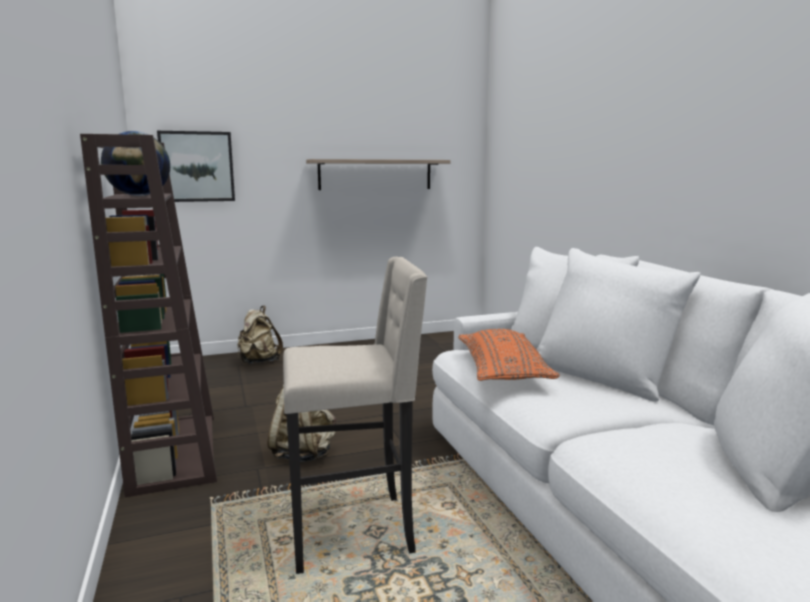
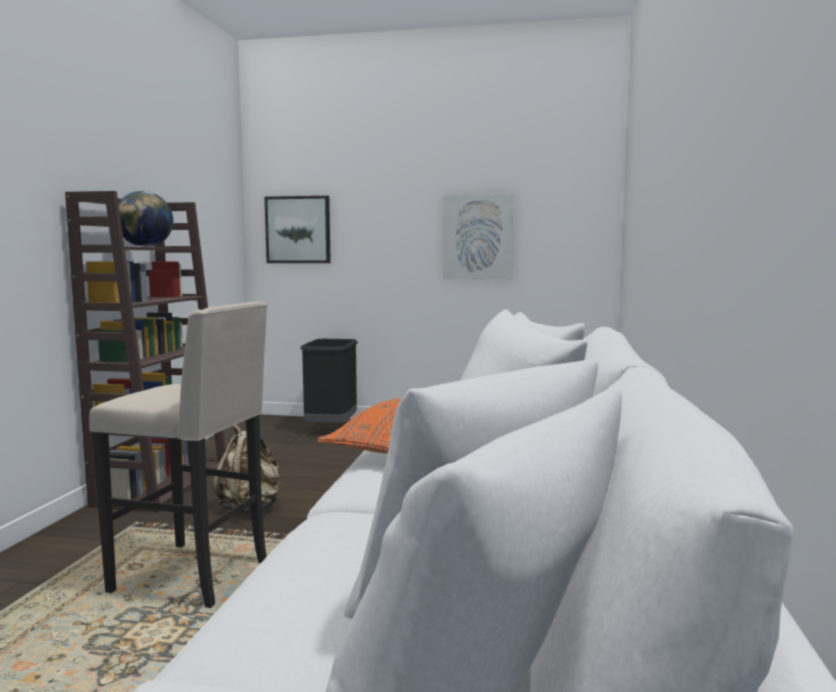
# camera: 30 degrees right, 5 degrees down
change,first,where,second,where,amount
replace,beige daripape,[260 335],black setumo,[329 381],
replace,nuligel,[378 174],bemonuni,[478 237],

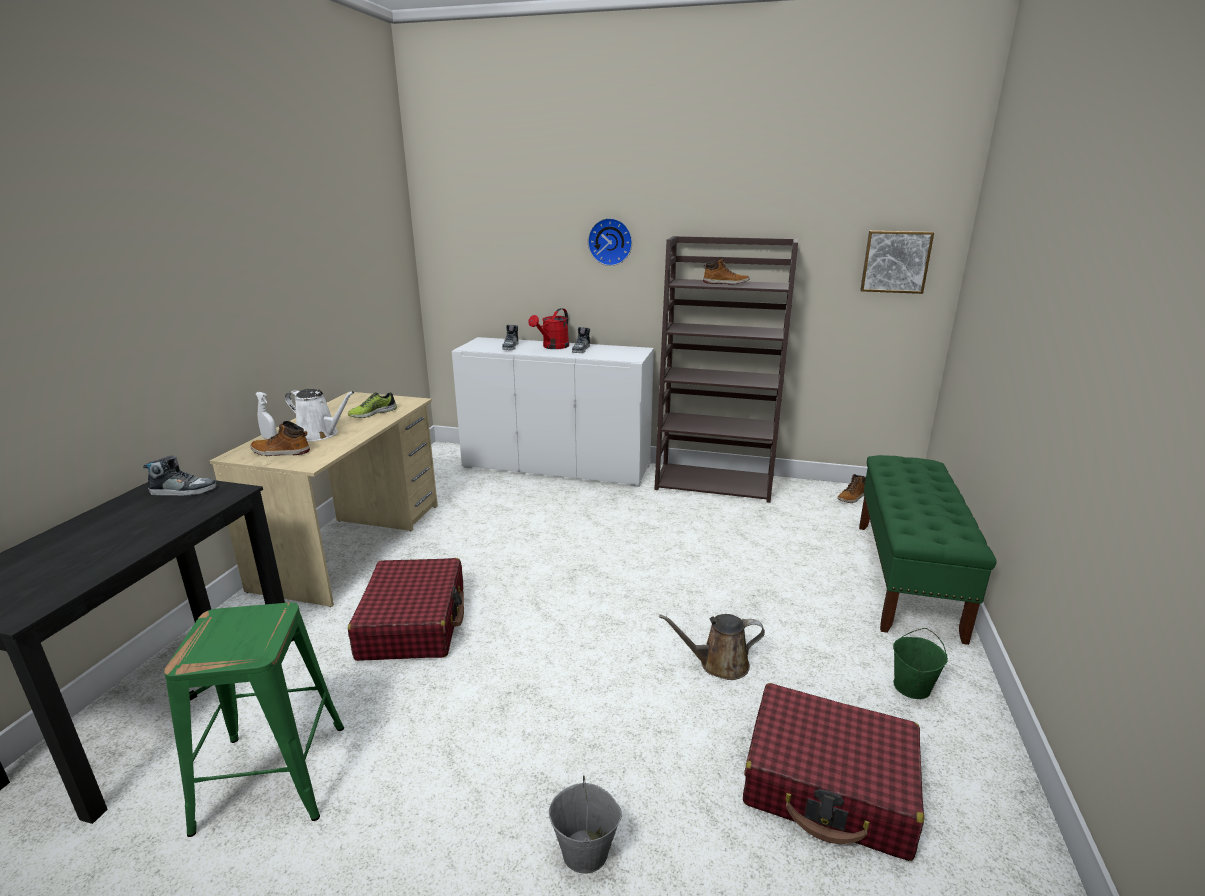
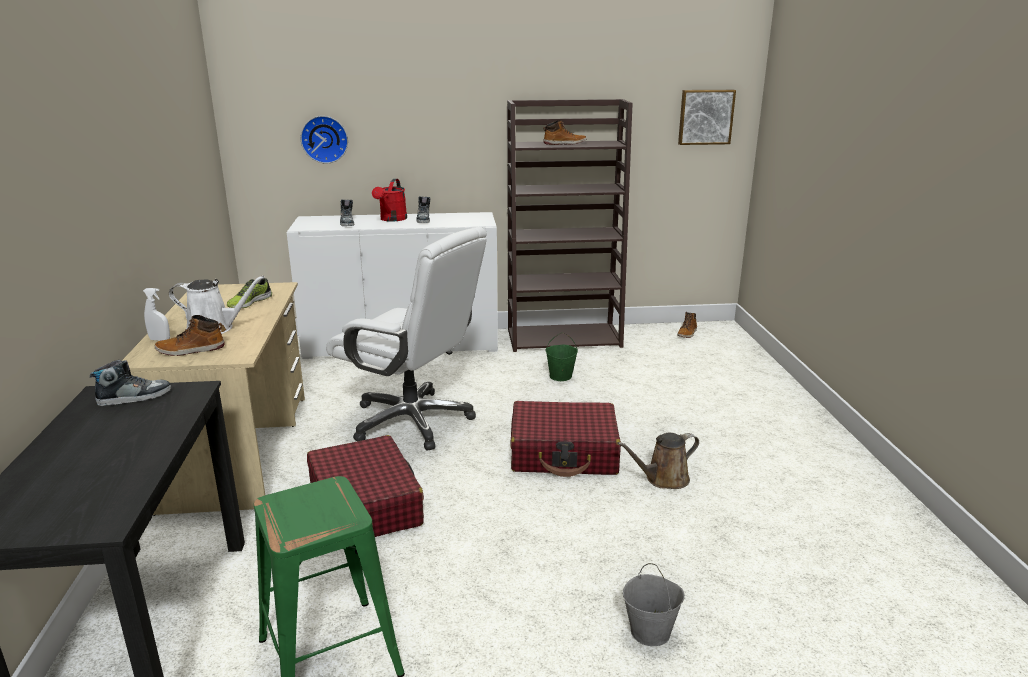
# camera: 20 degrees left, 0 degrees up
change,first,where,second,where,amount
move,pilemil,[610 242],,[324 140],
move,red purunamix,[833 772],,[565 439],
delete,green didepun,[928 550],,,
move,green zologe,[920 663],,[561 357],
insert,,,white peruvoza,[406 338],

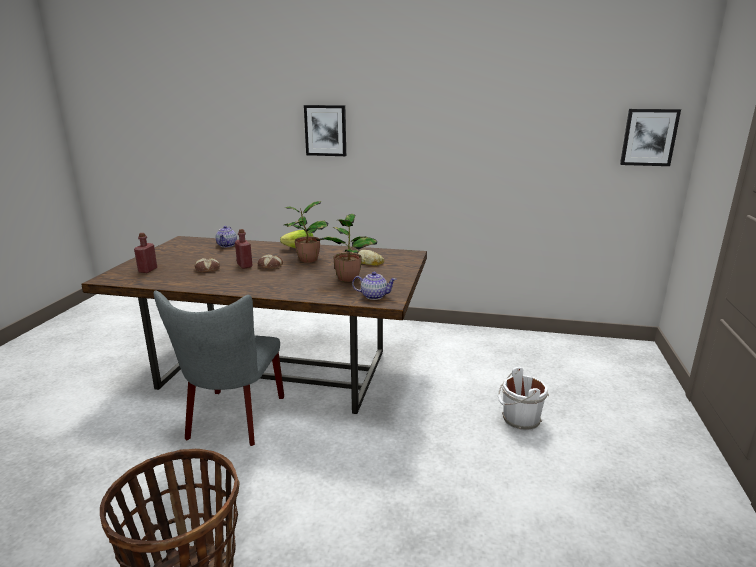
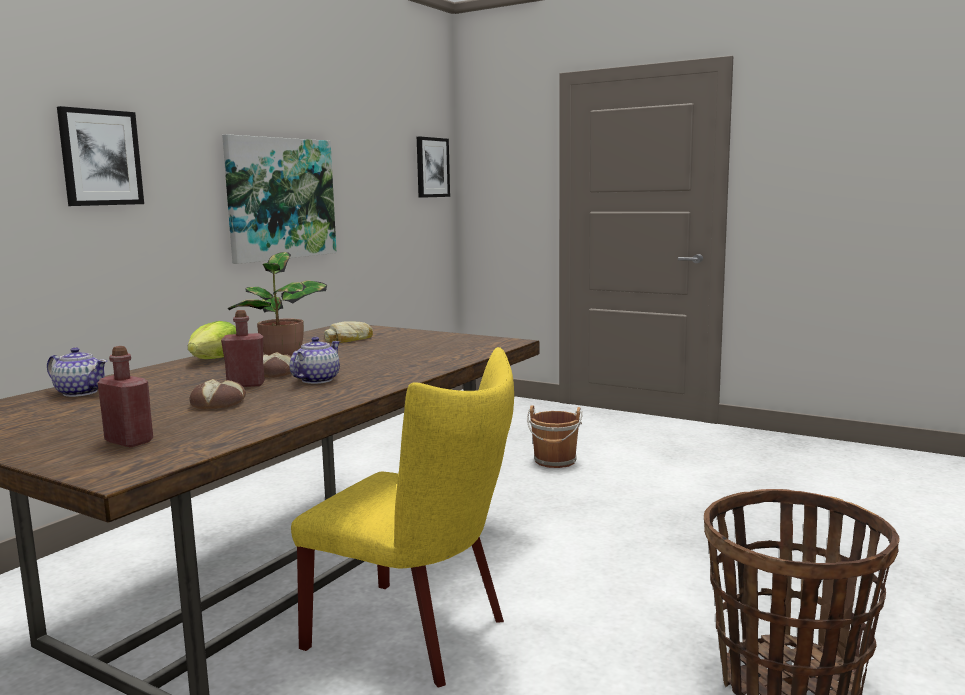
# camera: 70 degrees left, 10 degrees down
change,first,where,second,where,amount
recolor,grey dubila,[219 368],yellow dubila,[402 517],
delete,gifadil,[346 248],,,
move,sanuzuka,[374 286],,[315 360],
recolor,white zologe,[523 399],brown zologe,[554 436],
insert,,,bemonuni,[279 199],

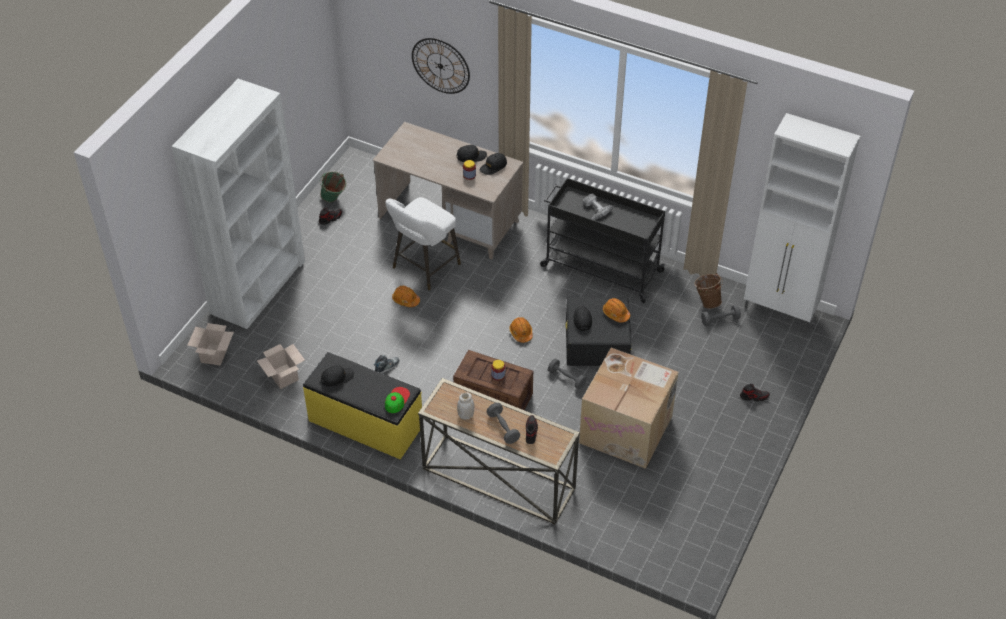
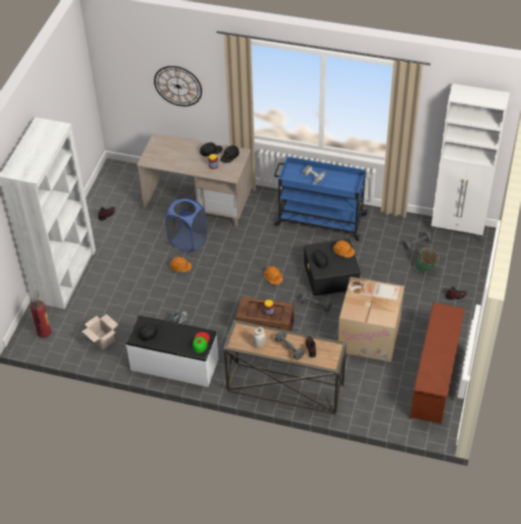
# camera: 10 degrees left, 0 degrees up
change,first,where,second,where,amount
replace,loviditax,[211 344],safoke,[41 314],
recolor,yellow didepun,[362 406],white didepun,[172 351],
move,green zologe,[333 186],,[426 260],
replace,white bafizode,[423 244],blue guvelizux,[186 225],
recolor,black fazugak,[603 240],blue fazugak,[321 198],
delete,brown zologe,[708 291],,,
insert,,,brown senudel,[437 363],

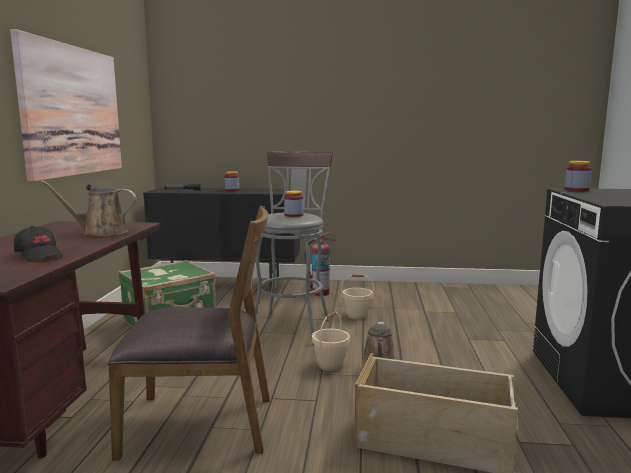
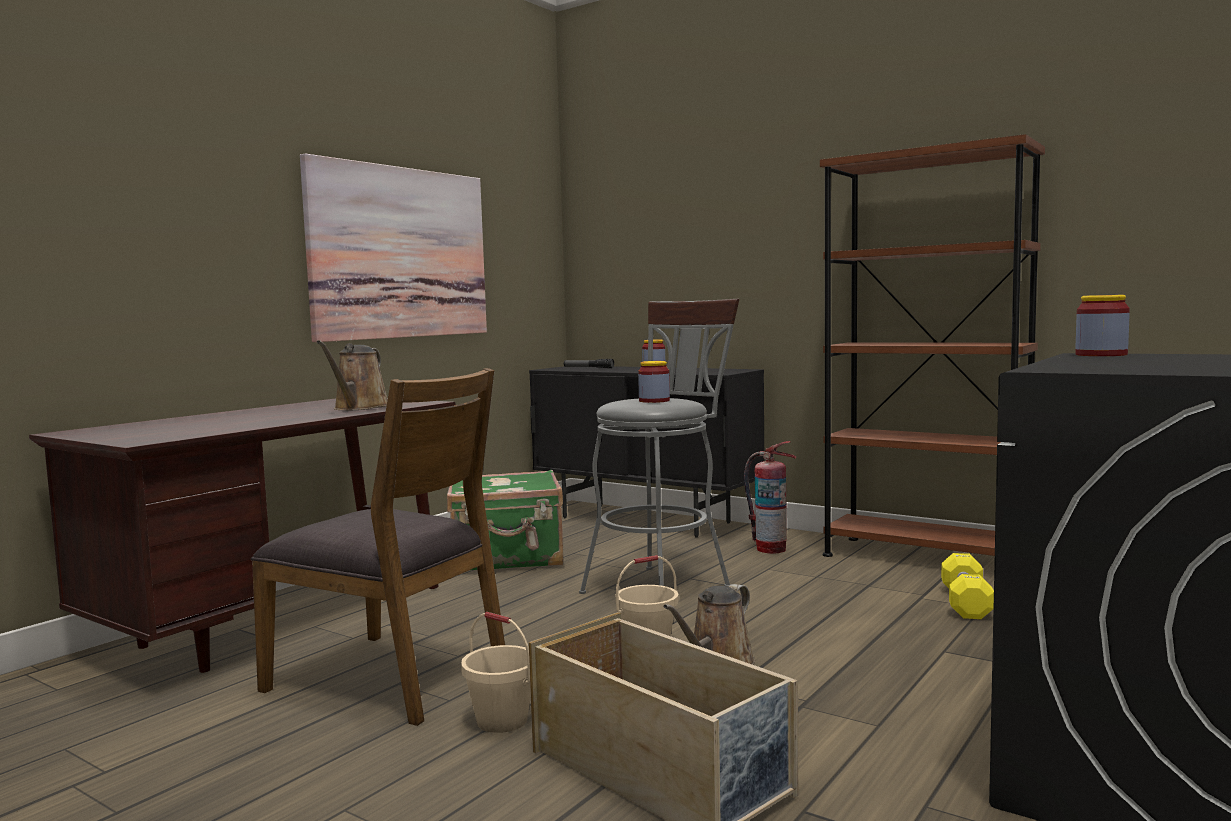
# camera: 30 degrees right, 5 degrees down
change,first,where,second,where,amount
delete,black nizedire,[38 244],,,
rotate,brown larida,[88 208],,[352 375],105 degrees counterclockwise
move,beige zologe,[357 297],,[496 672],
insert,,,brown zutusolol,[932 345],
insert,,,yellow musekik,[967 586],

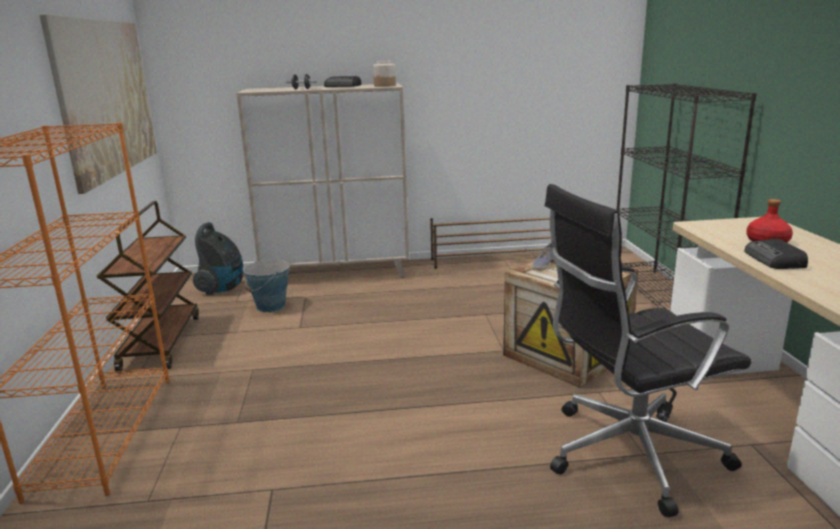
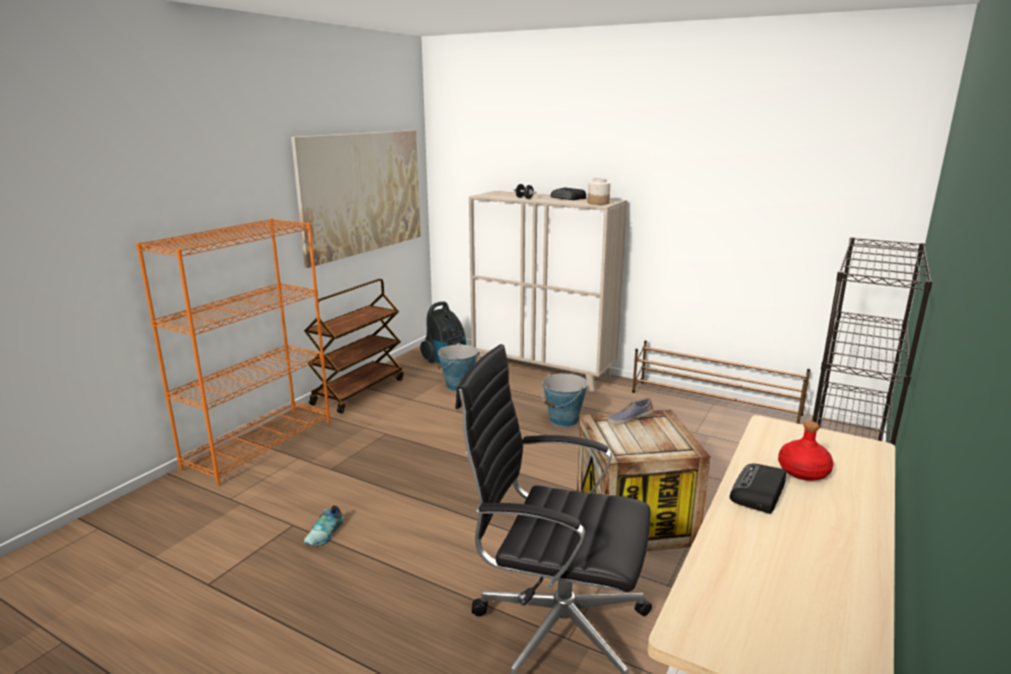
# camera: 35 degrees right, 0 degrees up
change,first,where,second,where,amount
insert,,,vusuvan,[324 525],
insert,,,zologe,[565 400],

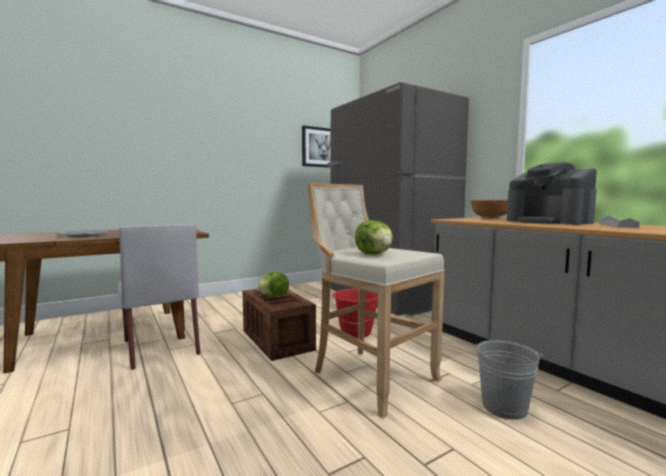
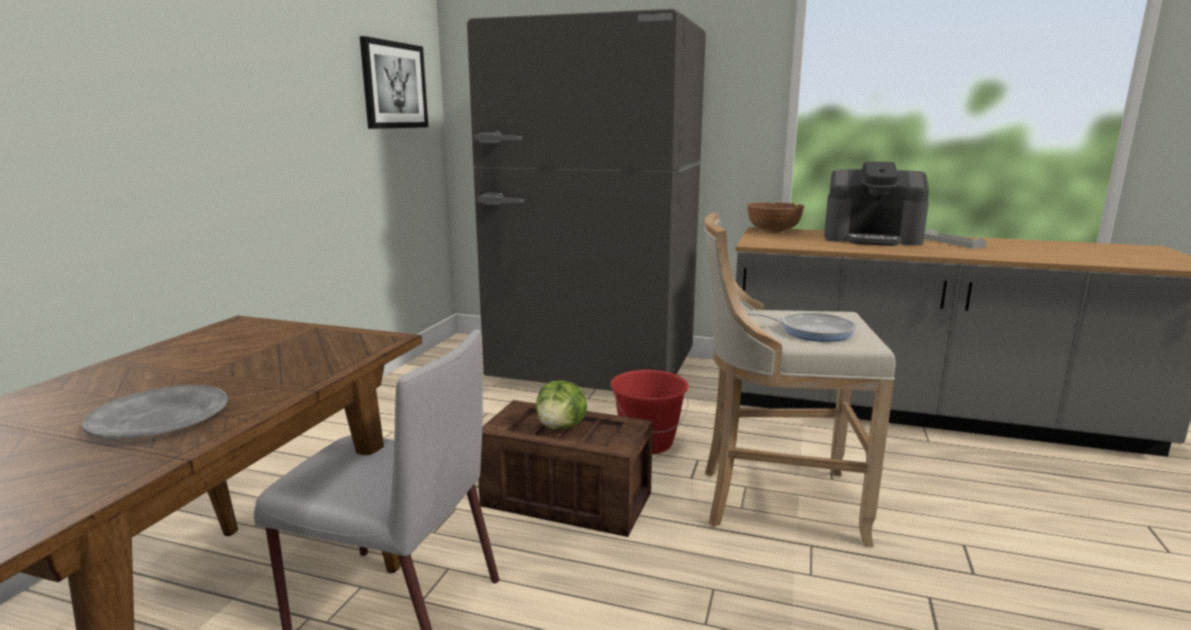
# camera: 40 degrees left, 10 degrees up
change,first,where,second,where,amount
replace,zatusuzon,[374 237],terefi,[801 327],
delete,grey zologe,[508 380],,,

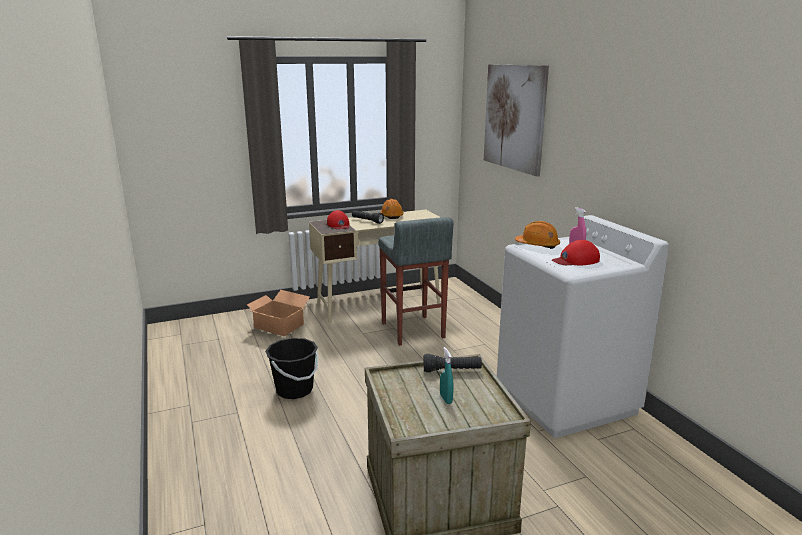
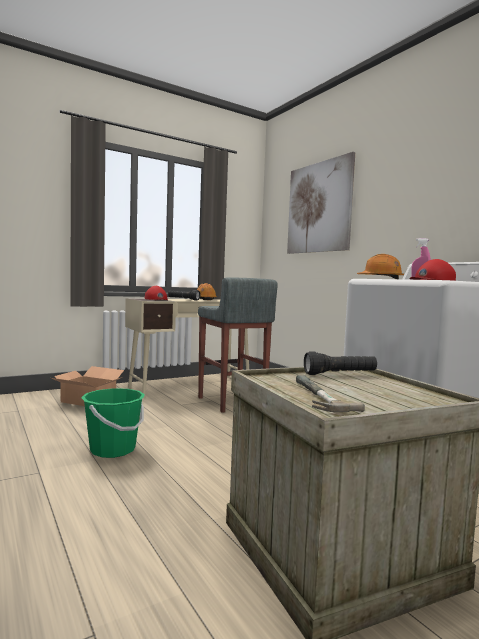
# camera: 10 degrees left, 15 degrees down
change,first,where,second,where,amount
recolor,black zologe,[291 368],green zologe,[113 423],
delete,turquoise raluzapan,[446 375],,,
insert,,,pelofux,[330 393],

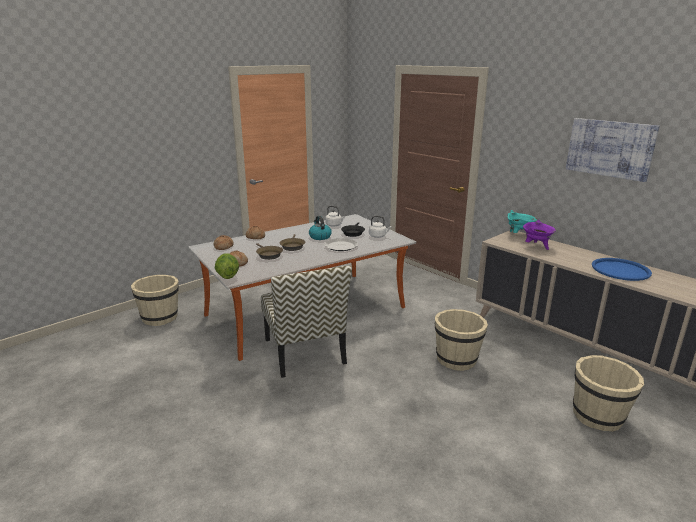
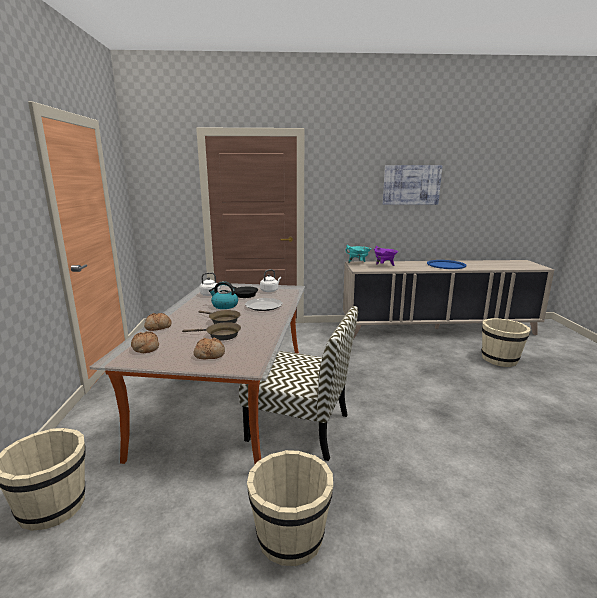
# camera: 50 degrees left, 5 degrees down
change,first,where,second,where,amount
delete,zatusuzon,[227 266],,,
move,beige zologe,[461 340],,[290 508],

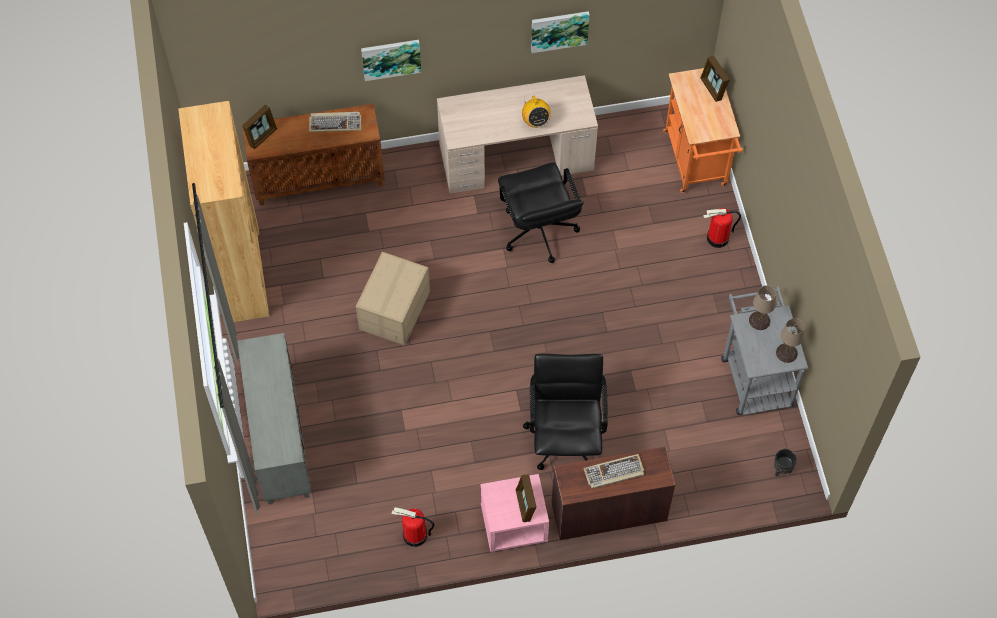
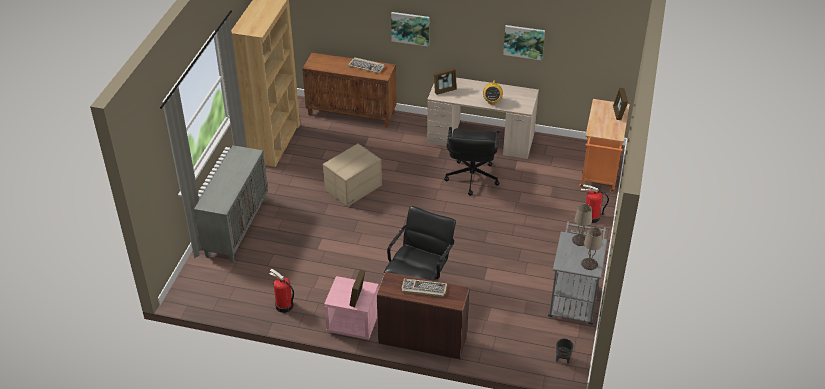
# camera: 25 degrees right, 20 degrees down
change,first,where,second,where,amount
move,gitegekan,[259 127],,[445 81],

